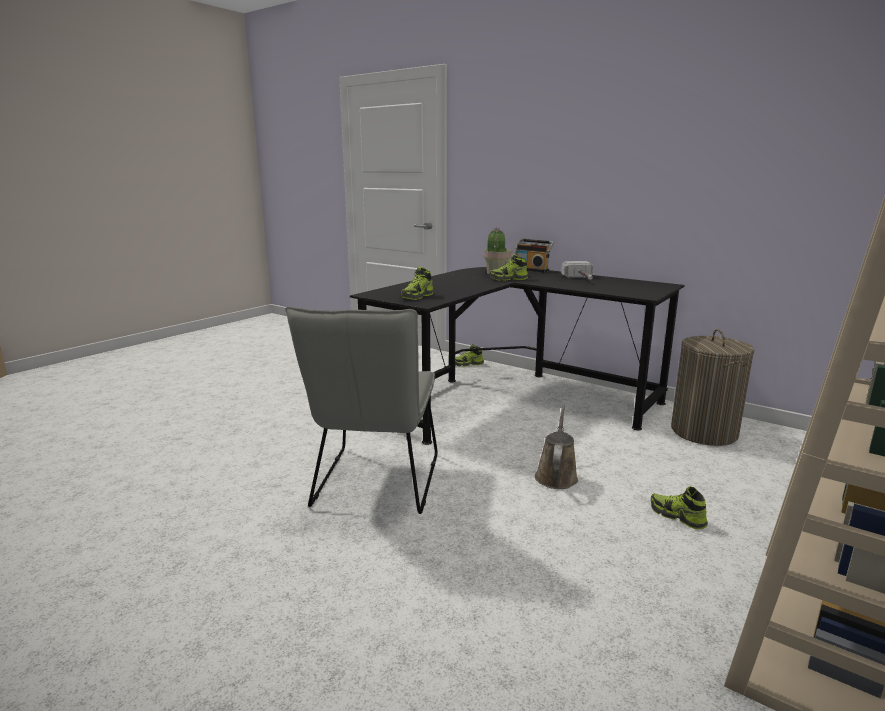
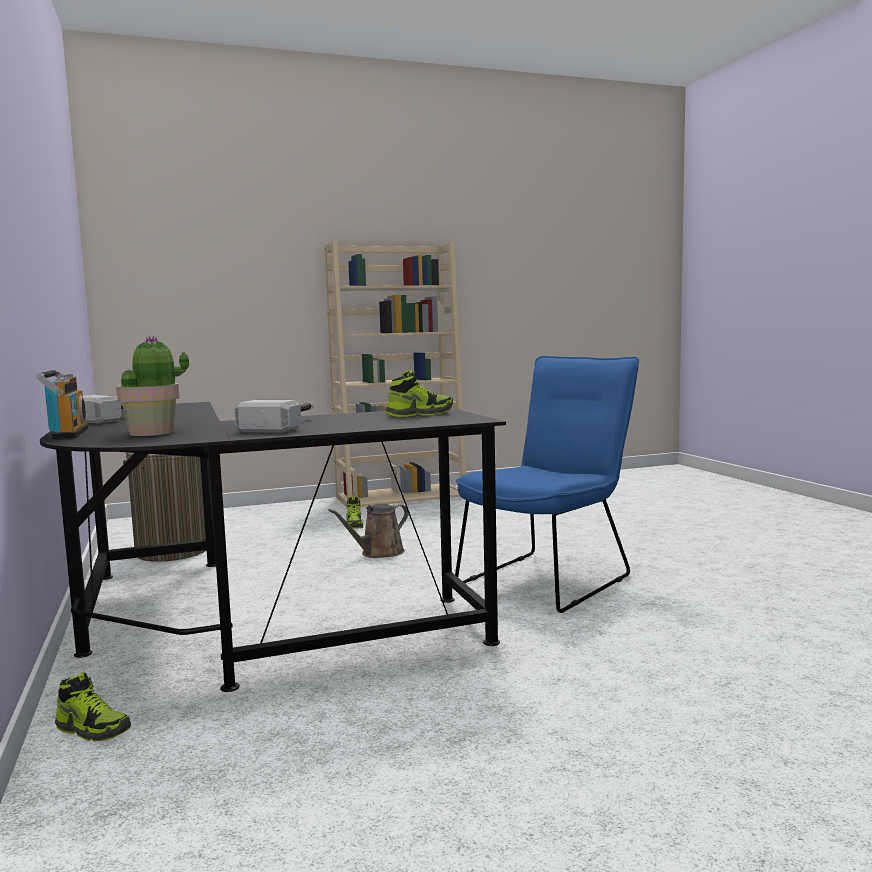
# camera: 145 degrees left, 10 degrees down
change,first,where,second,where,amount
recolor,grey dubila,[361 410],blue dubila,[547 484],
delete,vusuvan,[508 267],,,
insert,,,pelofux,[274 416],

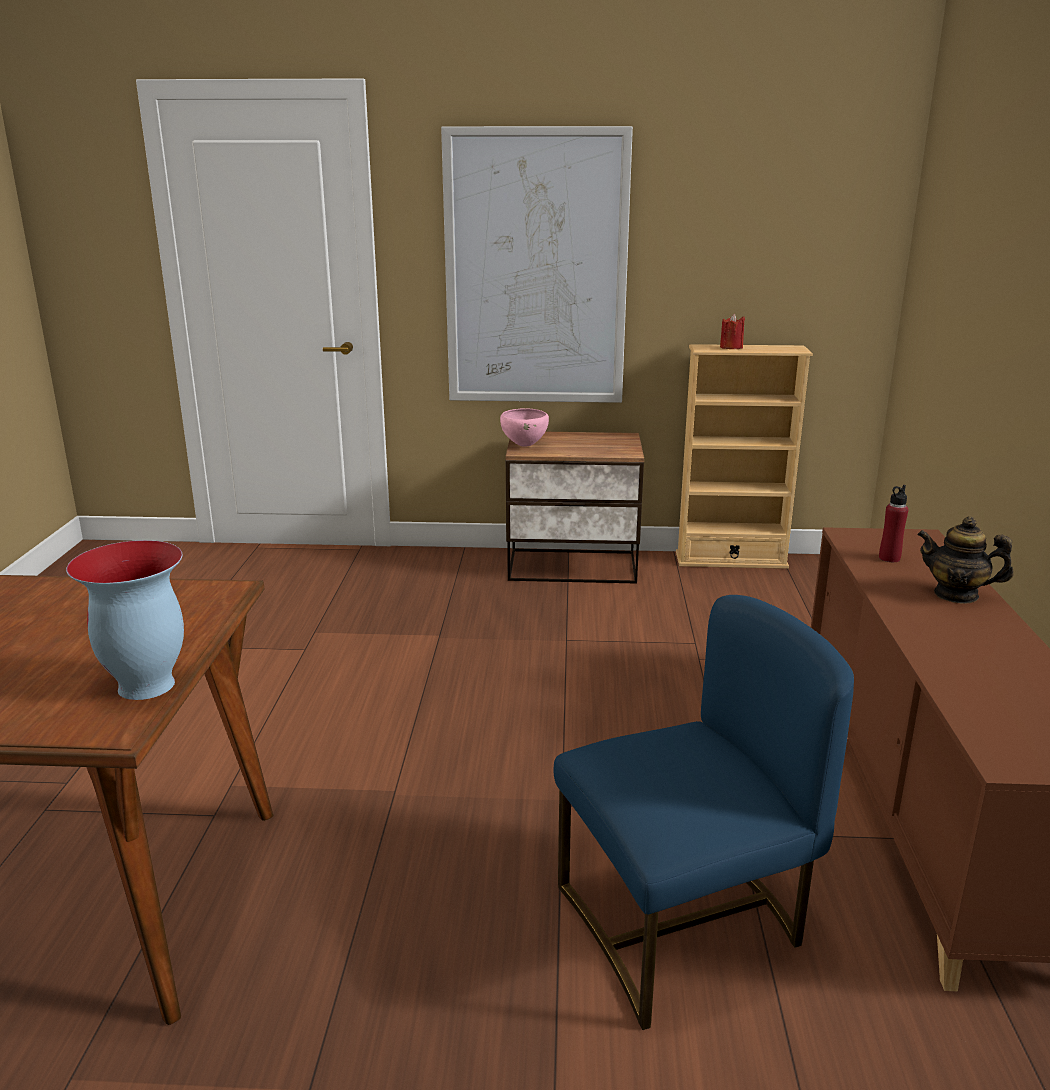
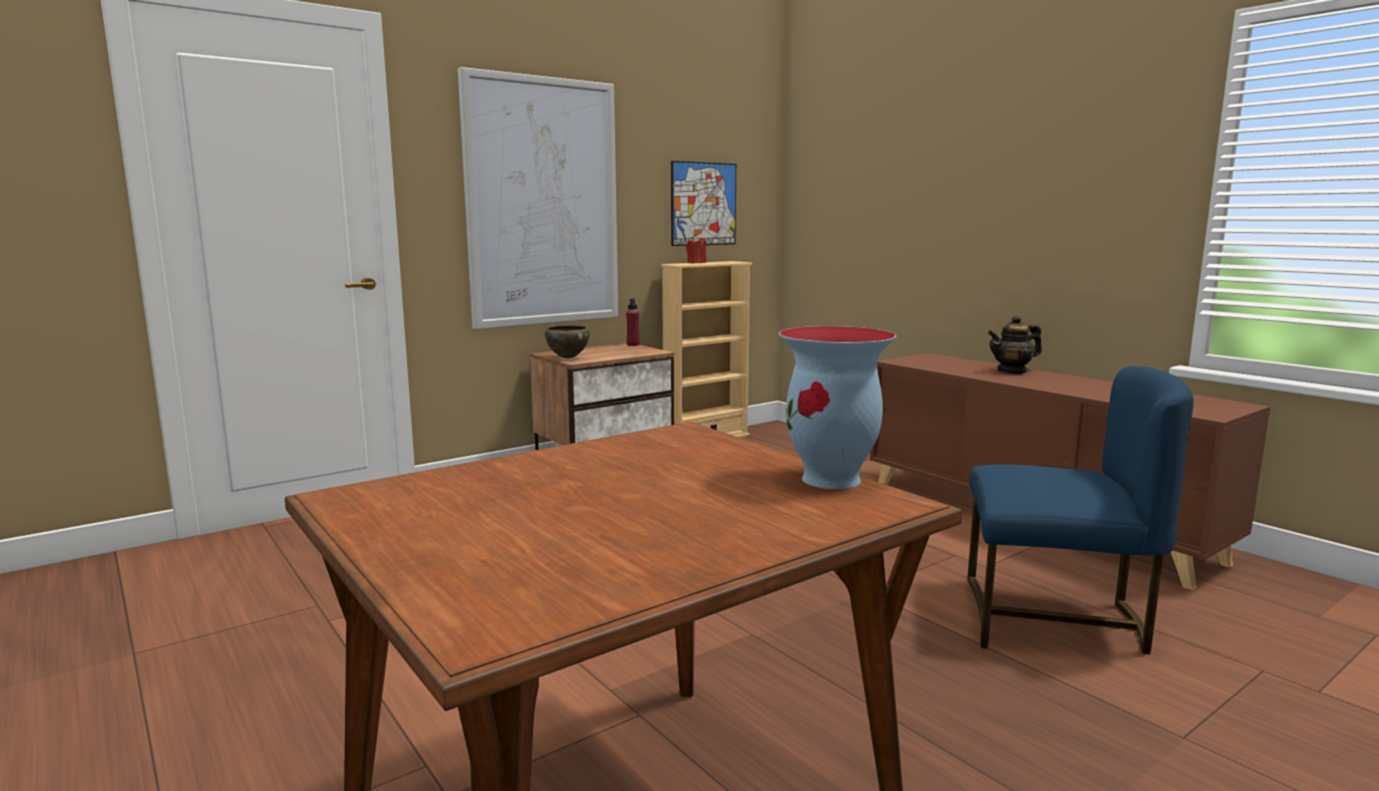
# camera: 40 degrees left, 10 degrees down
change,first,where,second,where,amount
recolor,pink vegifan,[524 428],brown vegifan,[567 342],
rotate,blue dubila,[704 812],,[1081 510],75 degrees clockwise
move,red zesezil,[893 523],,[632 322],
insert,,,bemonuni,[703 203],

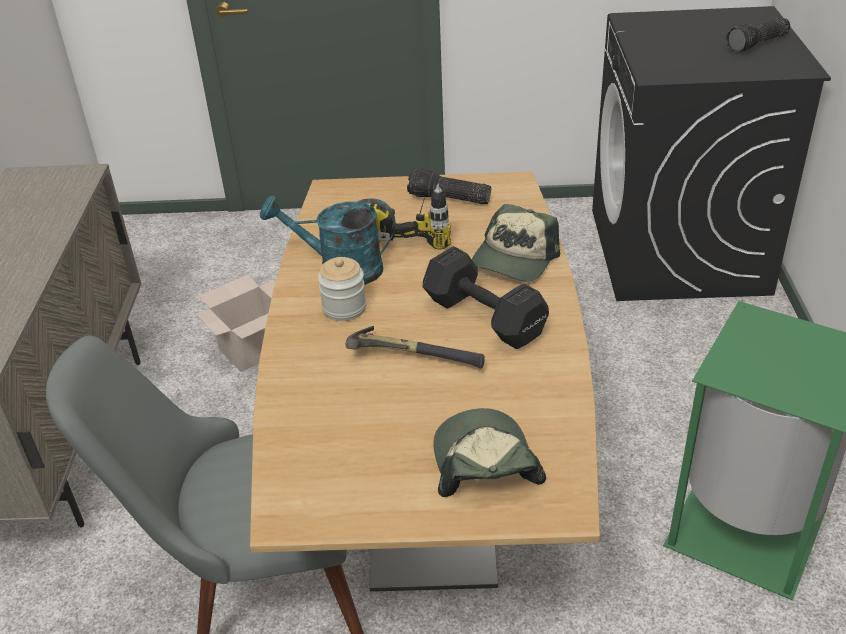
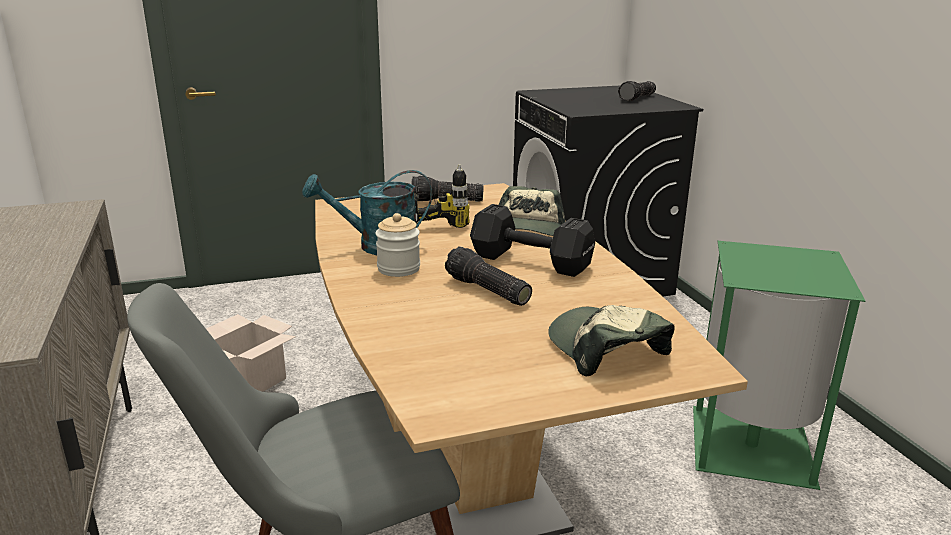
# camera: 20 degrees left, 15 degrees down
change,first,where,second,where,amount
replace,pelofux,[415 347],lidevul,[488 276],

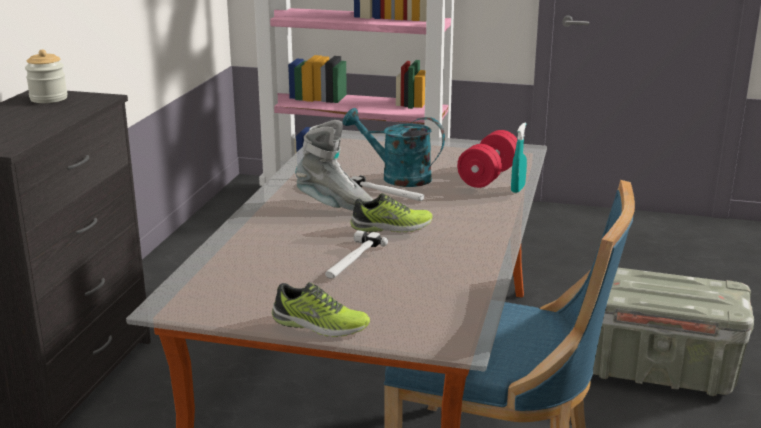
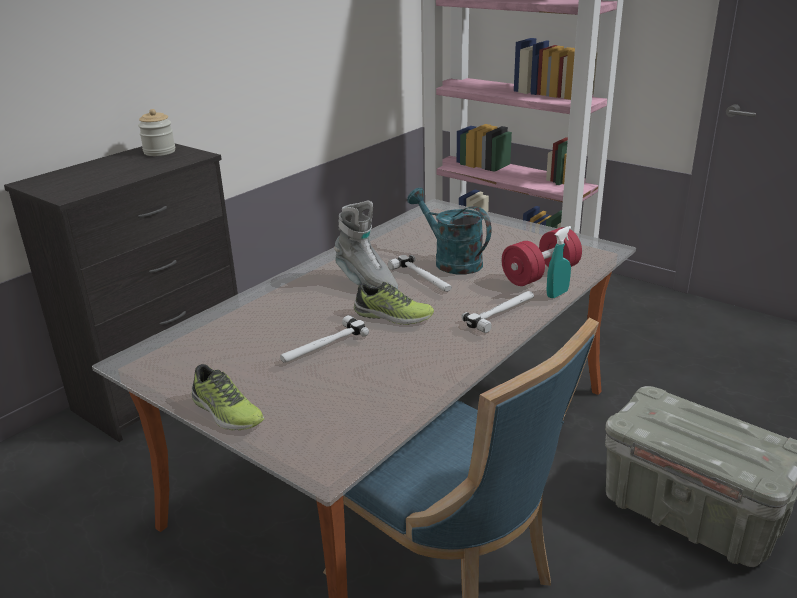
# camera: 25 degrees right, 5 degrees up
change,first,where,second,where,amount
insert,,,pelofux,[498 312],

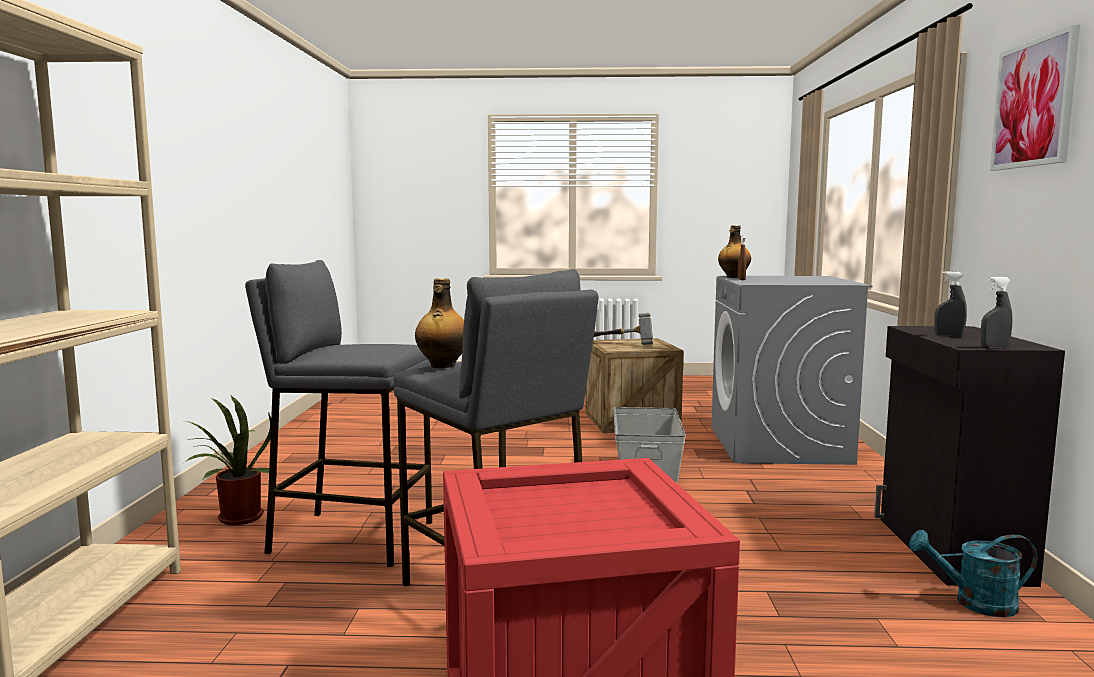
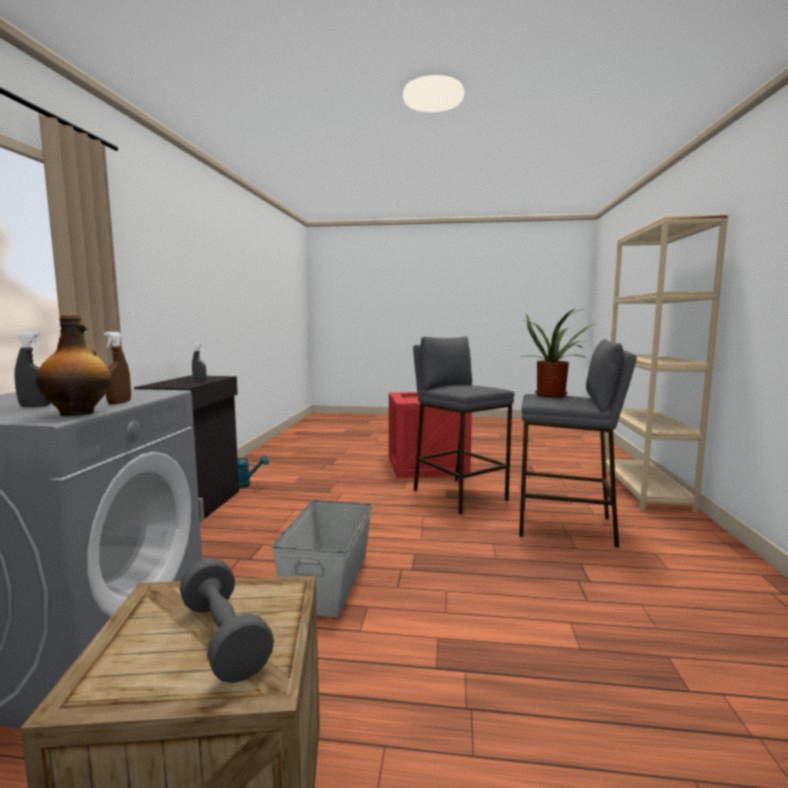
# camera: 175 degrees left, 0 degrees up
change,first,where,second,where,amount
move,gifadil,[230 460],,[560 353],
delete,zesezil,[439 323],,,
replace,pelofux,[623 329],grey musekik,[227 620],
move,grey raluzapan,[997 313],,[32 369],
delete,bemonuni,[1035 97],,,

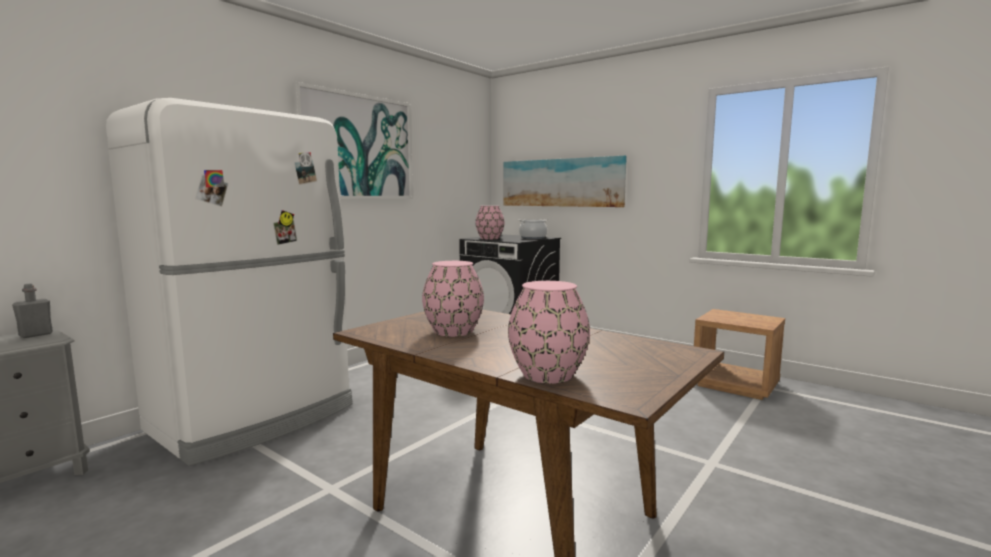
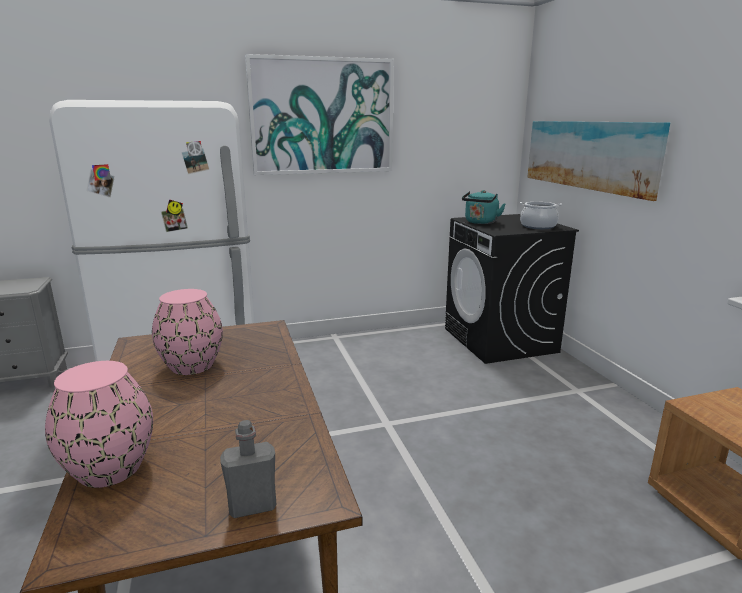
# camera: 35 degrees right, 10 degrees up
change,first,where,second,where,amount
move,grey zesezil,[32 310],,[248 469],
replace,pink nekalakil,[490 223],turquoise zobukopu,[483 207],

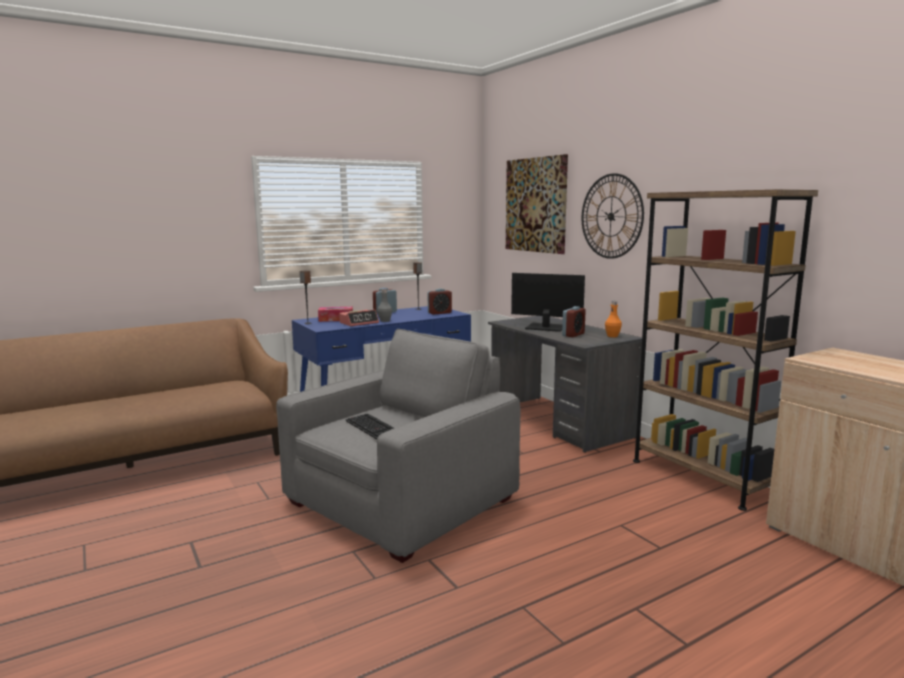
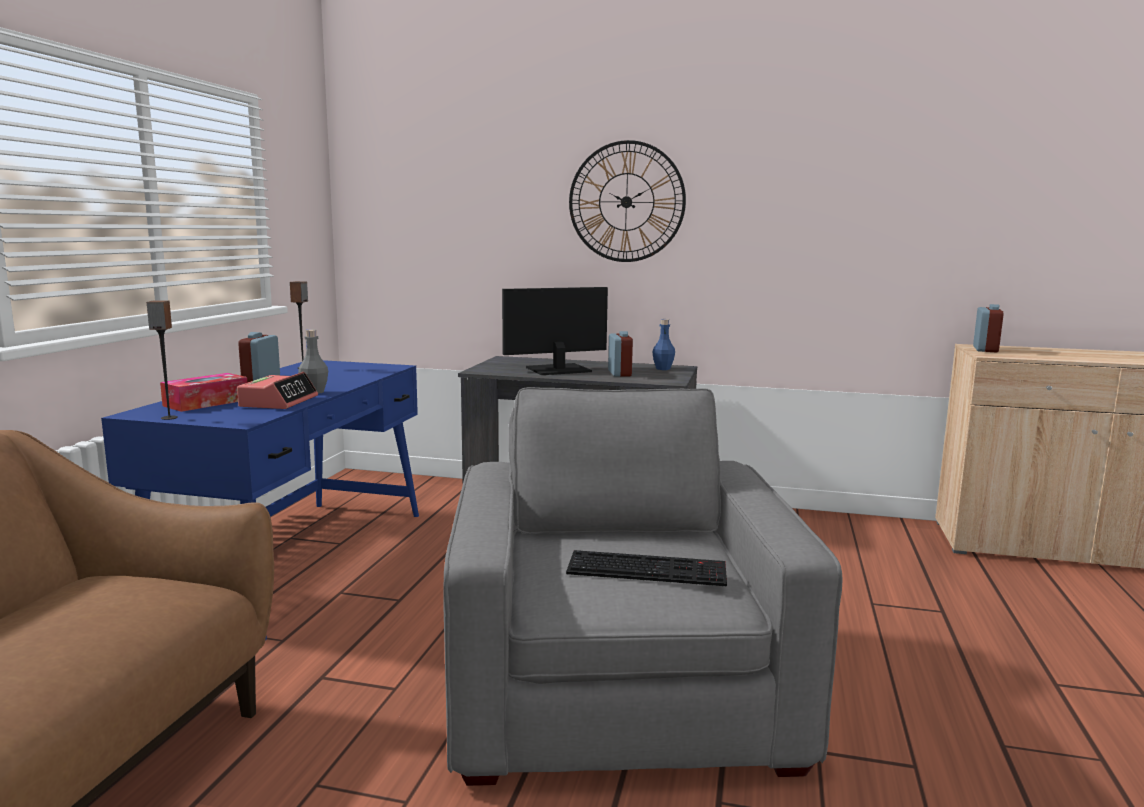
# camera: 45 degrees left, 0 degrees up
change,first,where,second,where,amount
move,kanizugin,[440 302],,[988 328],
delete,bemonuni,[537 204],,,
recolor,orange zesezil,[613 319],blue zesezil,[663 344],
delete,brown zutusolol,[725 350],,,

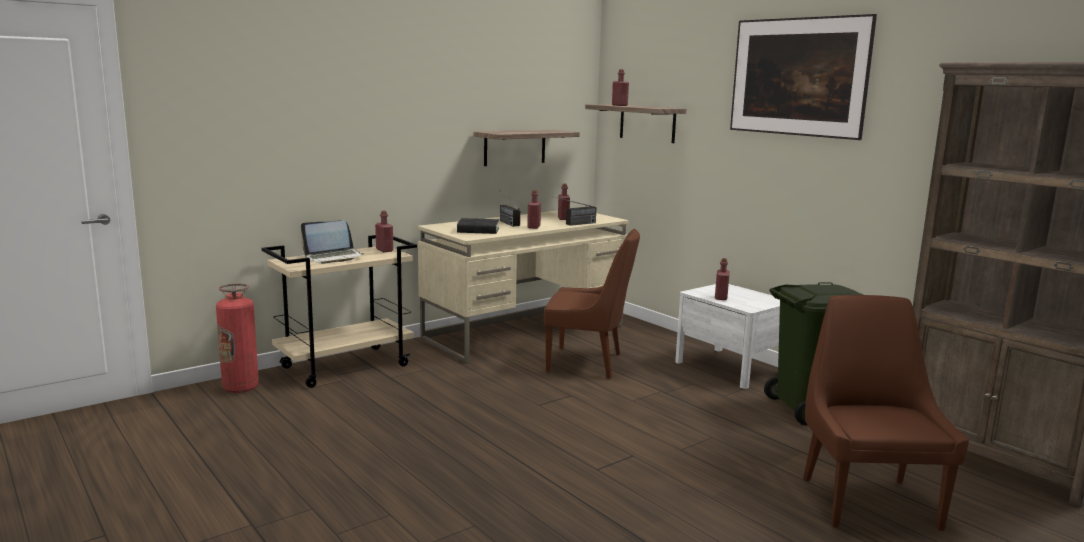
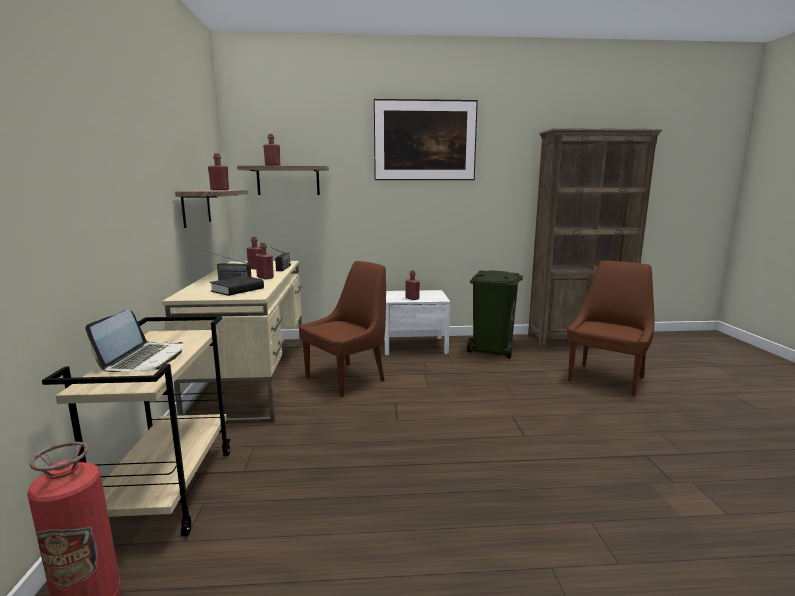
# camera: 55 degrees left, 0 degrees up
change,first,where,second,where,amount
move,red zesezil,[384 231],,[218 171],
rotate,brown dubila,[886 413],,[611 328],90 degrees clockwise

